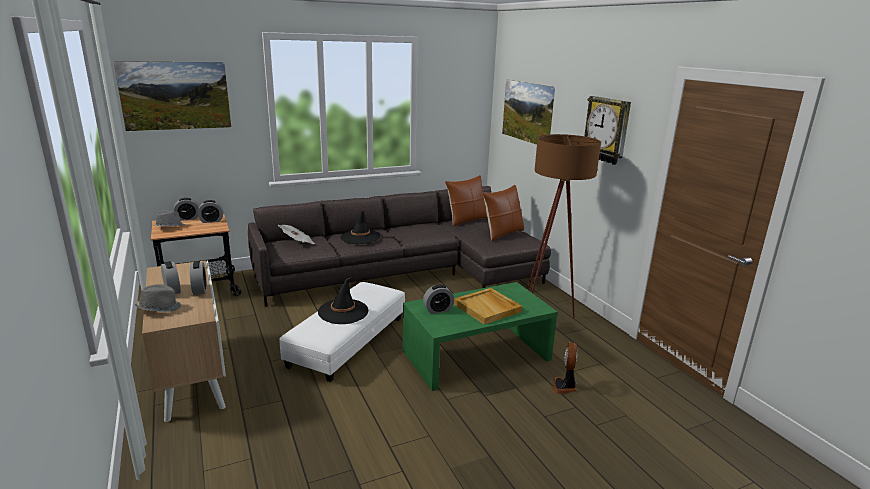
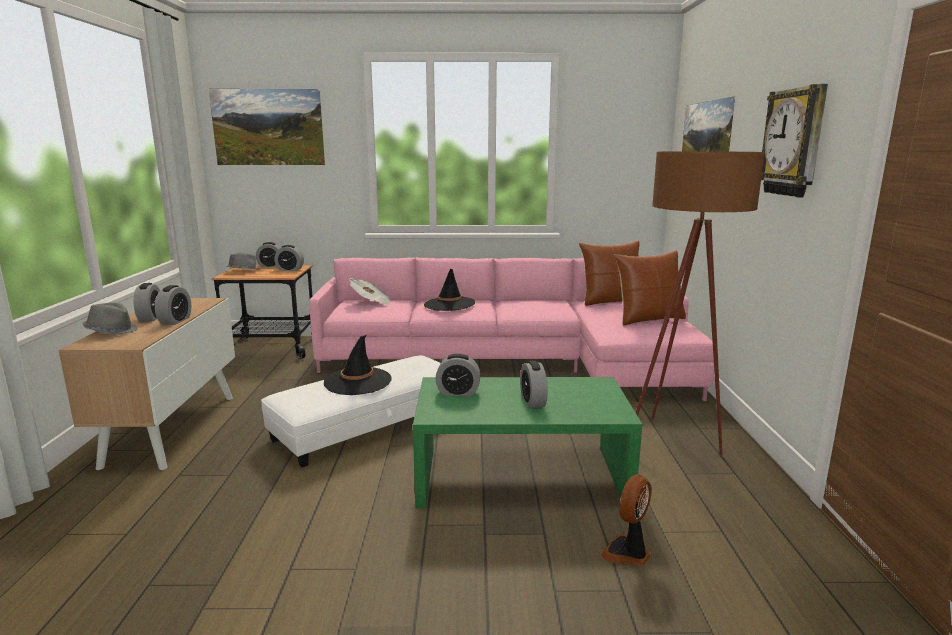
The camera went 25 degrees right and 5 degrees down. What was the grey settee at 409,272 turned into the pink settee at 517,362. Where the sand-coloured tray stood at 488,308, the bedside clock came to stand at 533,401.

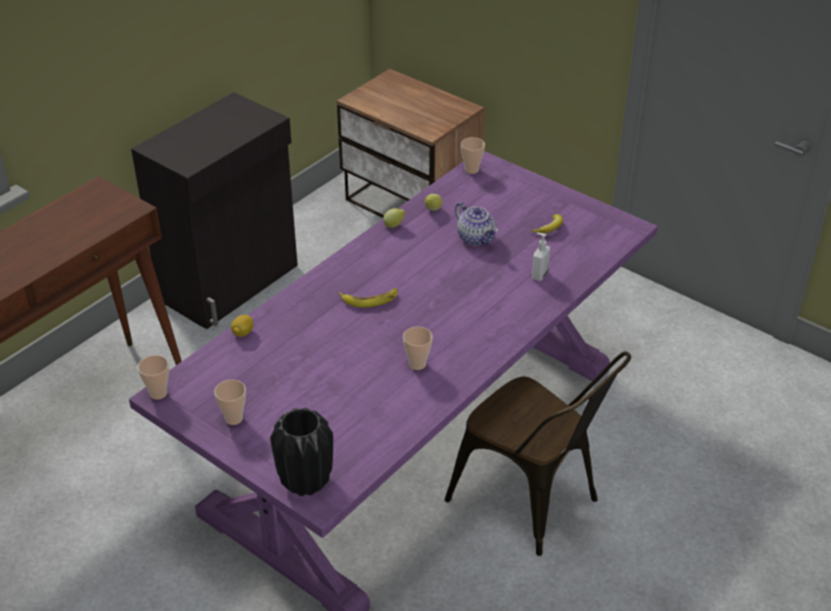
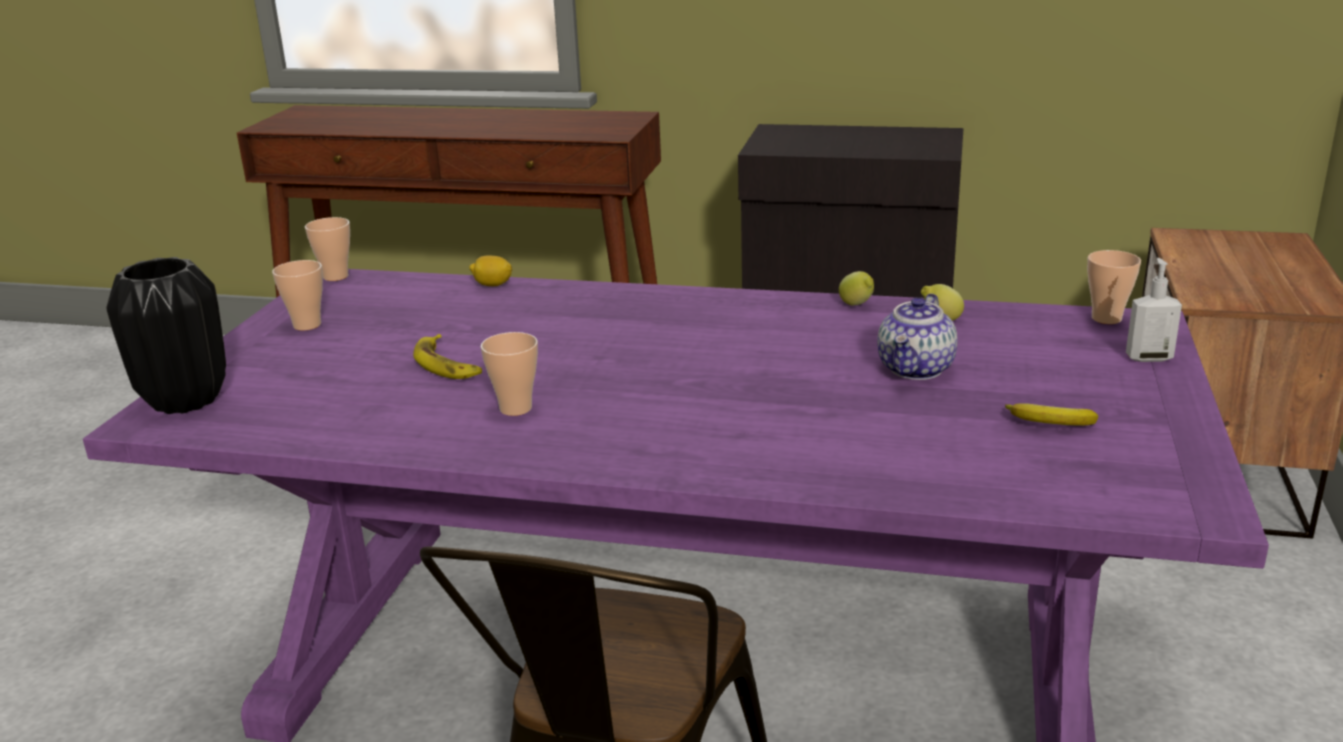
The camera went 65 degrees right and 15 degrees down. The soap dispenser ended up elsewhere, having gone from 539,275 to 1148,357. The banana ended up elsewhere, having gone from 370,299 to 447,365.

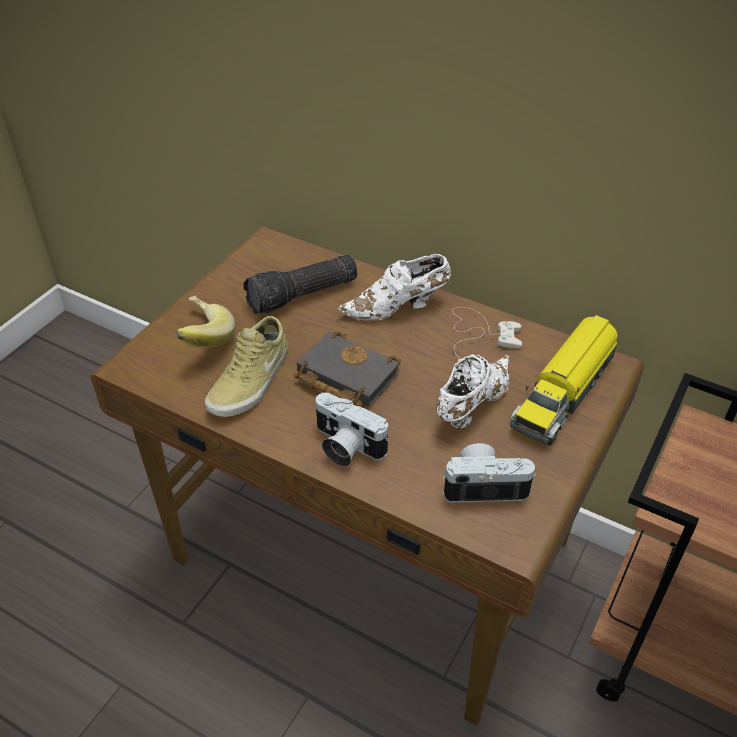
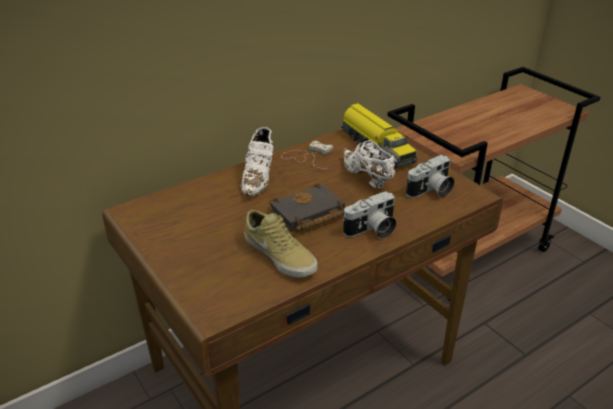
The camera went 65 degrees left and 10 degrees down. The second view lost the torch at 302,296. The second view lost the banana at 200,339. The photo camera at 484,485 ended up facing another way, 150 degrees counterclockwise from before.

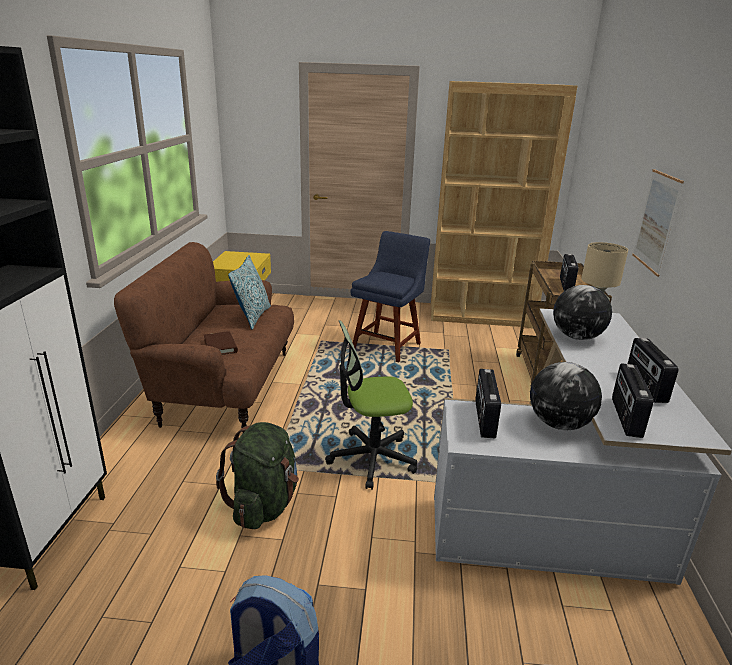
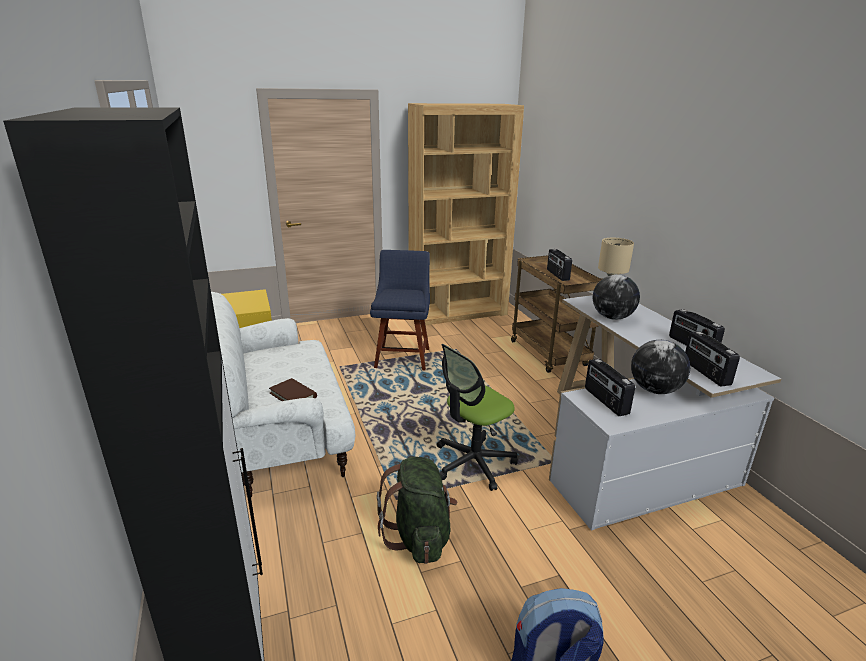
The camera went 25 degrees left and 0 degrees up. The second view lost the wall picture at 656,221. What was the brownish settee at 225,386 turned into the white-coloured settee at 283,436. The second view lost the throw pillow at 252,317.

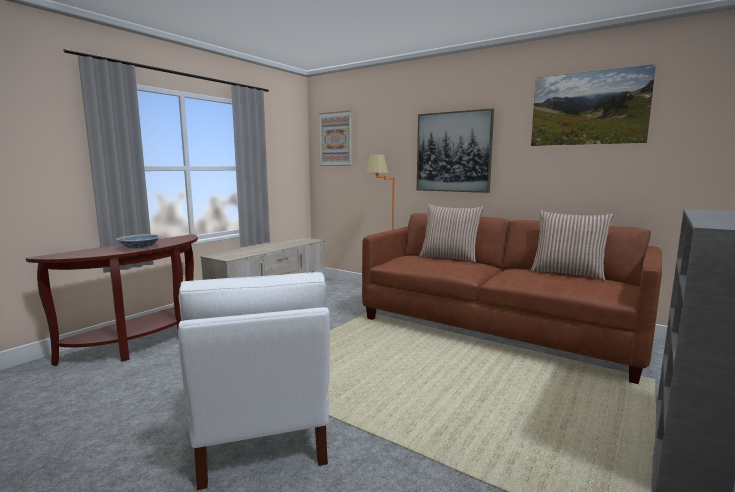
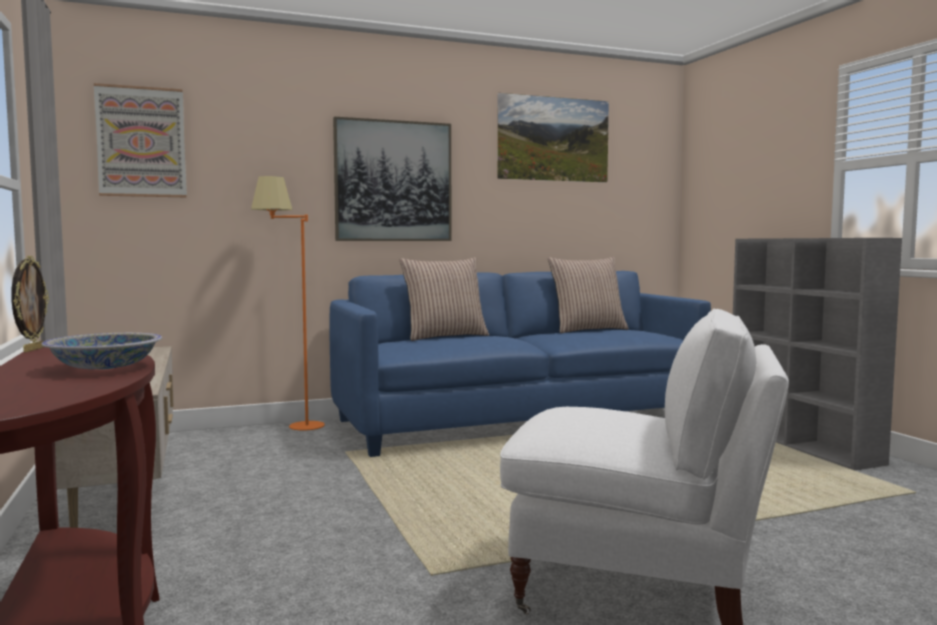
The camera went 55 degrees left and 5 degrees down. What was the brownish settee at 496,329 turned into the blue settee at 519,421. The second view gained the standing frame at 32,350.

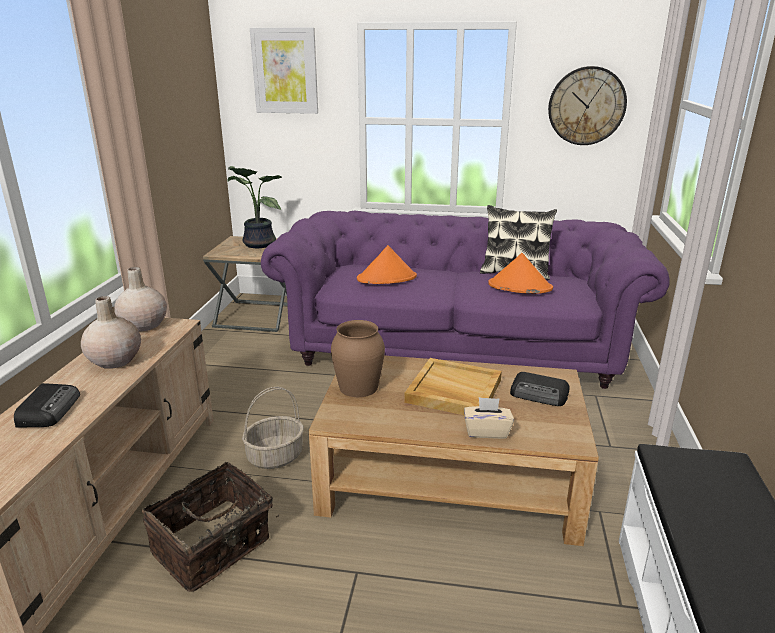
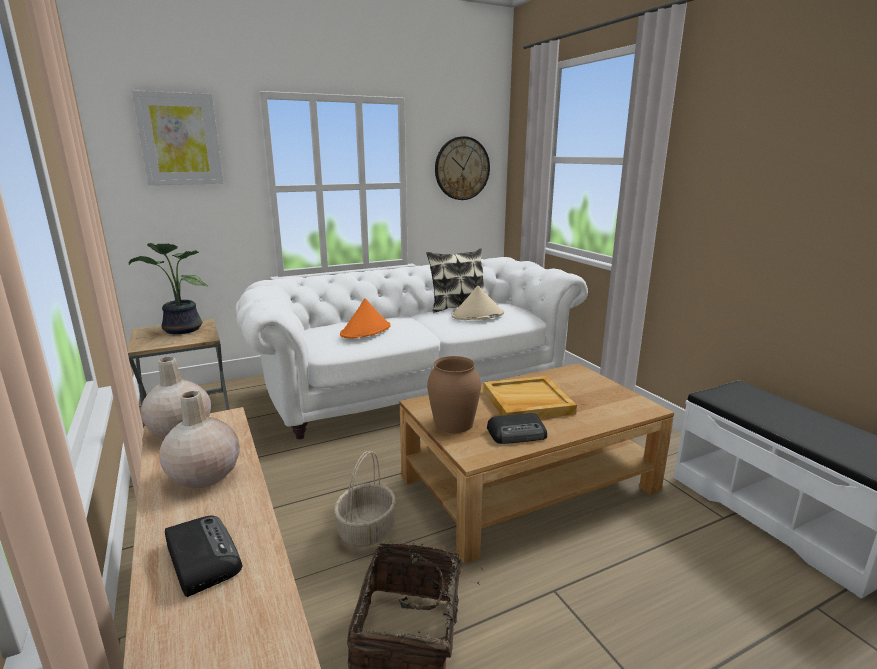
The camera went 35 degrees left and 5 degrees down. What was the purple-coloured settee at 454,347 turned into the white-coloured settee at 413,386. What was the orange clothing hat at 519,286 turned into the sand-coloured clothing hat at 477,315. The radio receiver ended up elsewhere, having gone from 540,394 to 518,434. The second view lost the sand-coloured tissue box at 486,431.

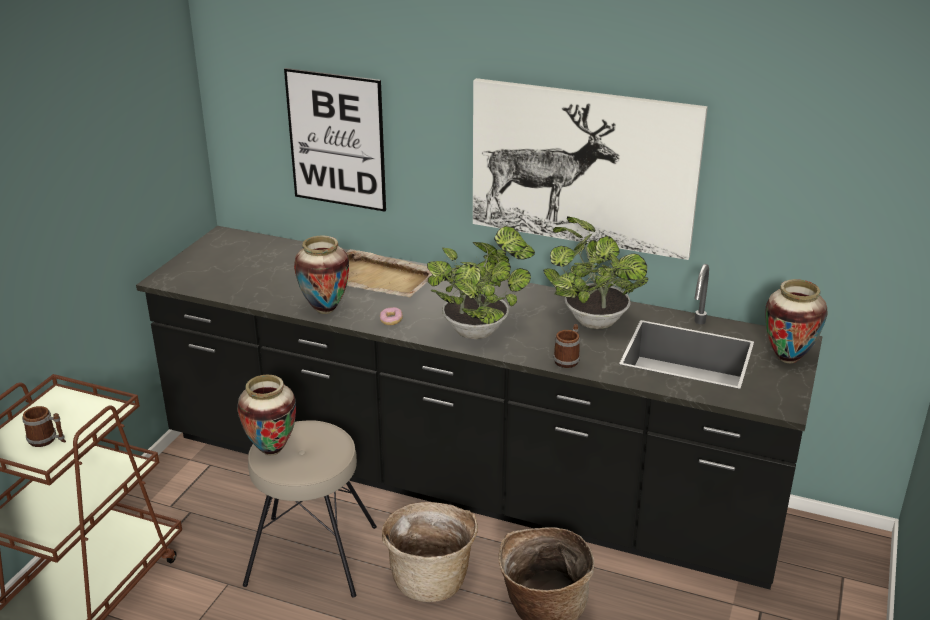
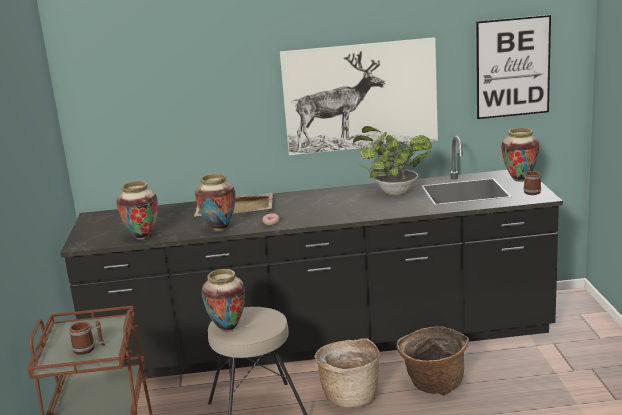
The camera went 25 degrees left and 10 degrees down. The wall picture ended up elsewhere, having gone from 336,140 to 513,67. The second view lost the houseplant at 479,329. The mug ended up elsewhere, having gone from 568,359 to 531,191. The second view gained the flower vase at 142,237.

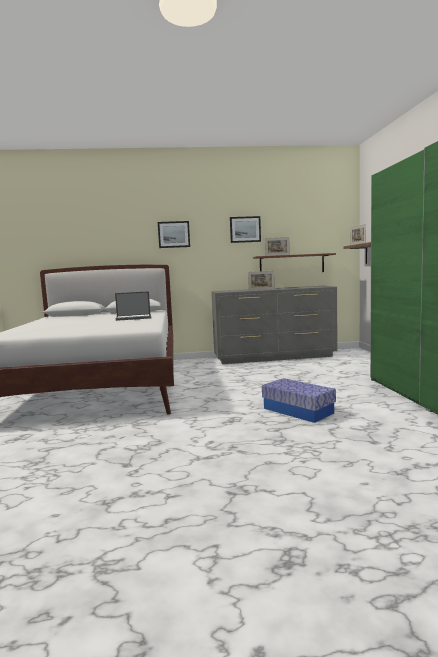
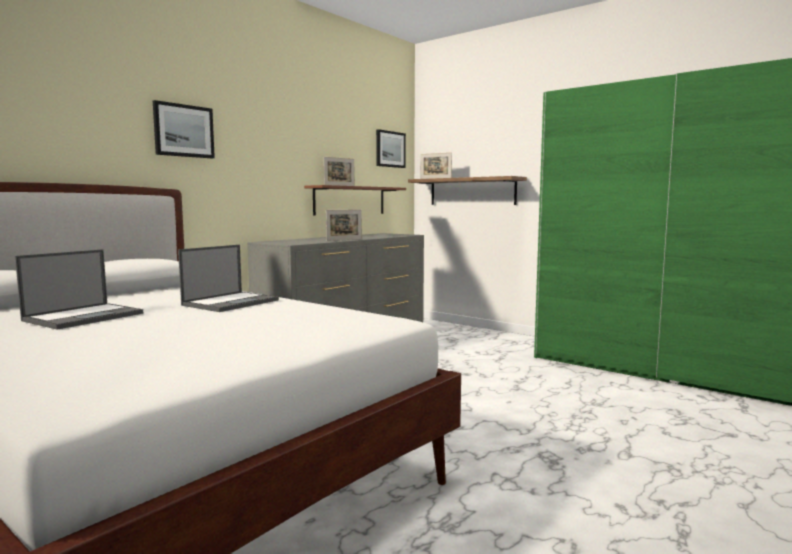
The camera went 45 degrees left and 0 degrees up. The wall picture ended up elsewhere, having gone from 245,229 to 390,149. The second view lost the storage container at 298,411. The second view gained the laptop at 85,317.

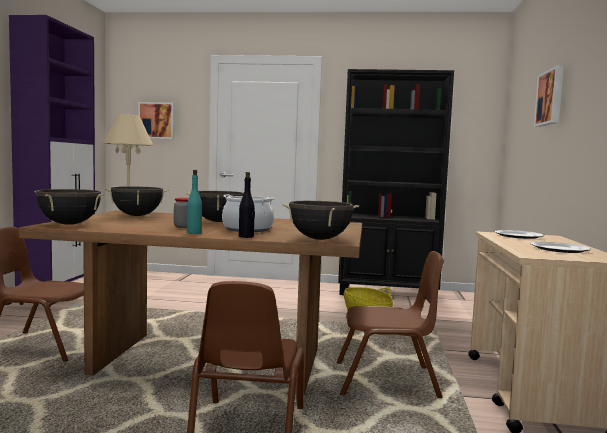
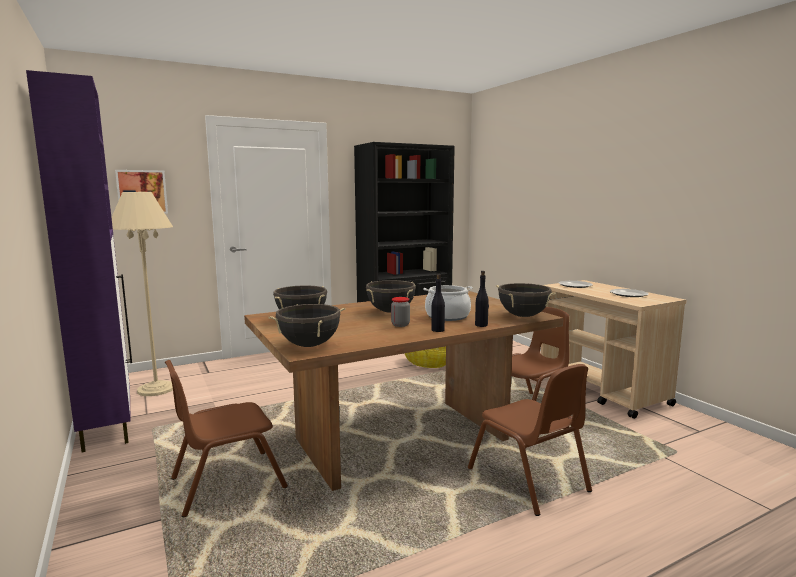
The camera went 35 degrees left and 5 degrees up. The second view lost the wall picture at 551,98. What was the blue-green beverage bottle at 194,233 turned into the black beverage bottle at 437,330.

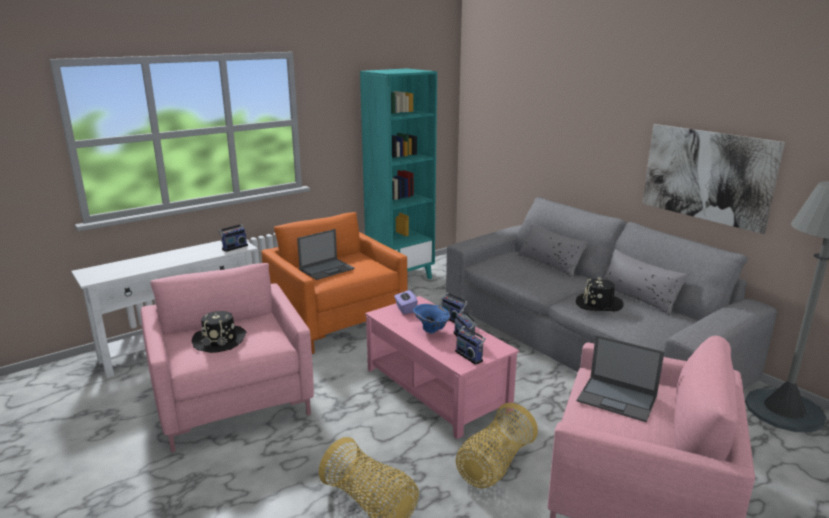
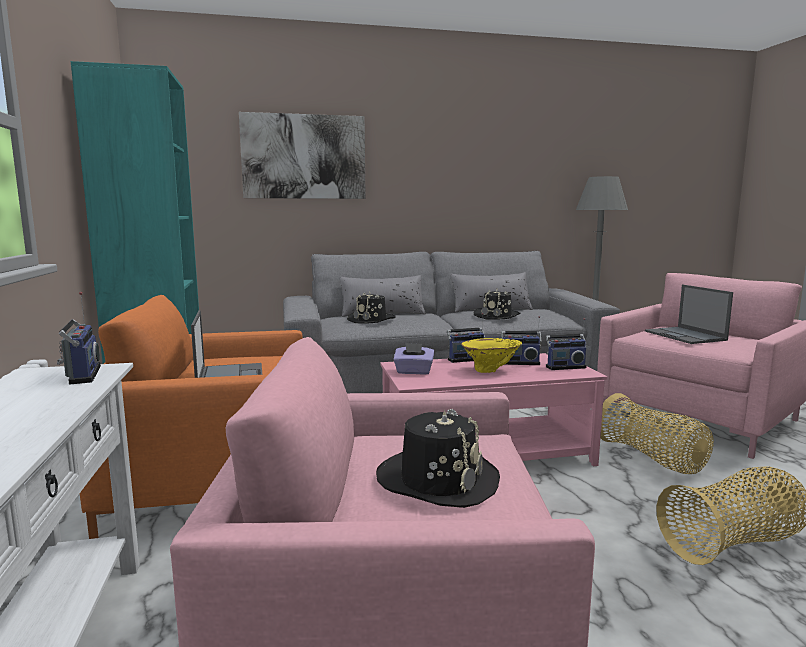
The camera went 65 degrees left and 10 degrees down. The wall picture ended up elsewhere, having gone from 707,175 to 304,157. What was the blue flower vase at 431,331 turned into the yellow flower vase at 491,371. The laptop at 618,399 ended up facing another way, 105 degrees clockwise from before. The second view gained the black clothing hat at 371,319.

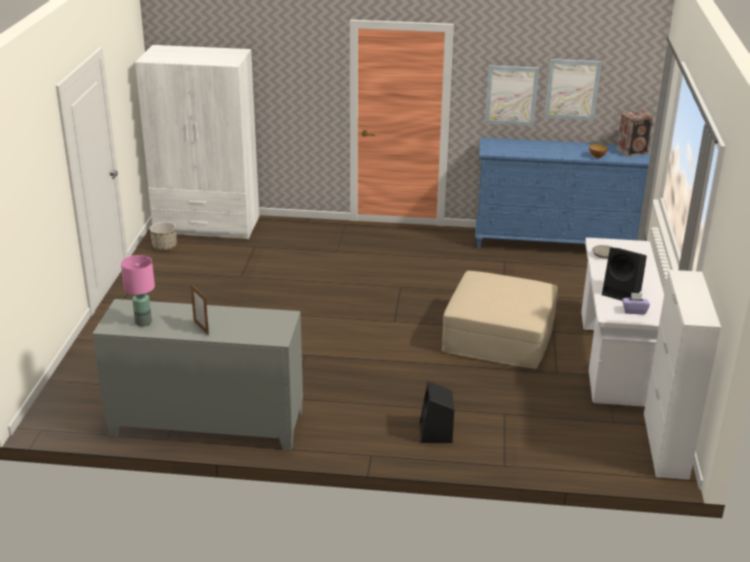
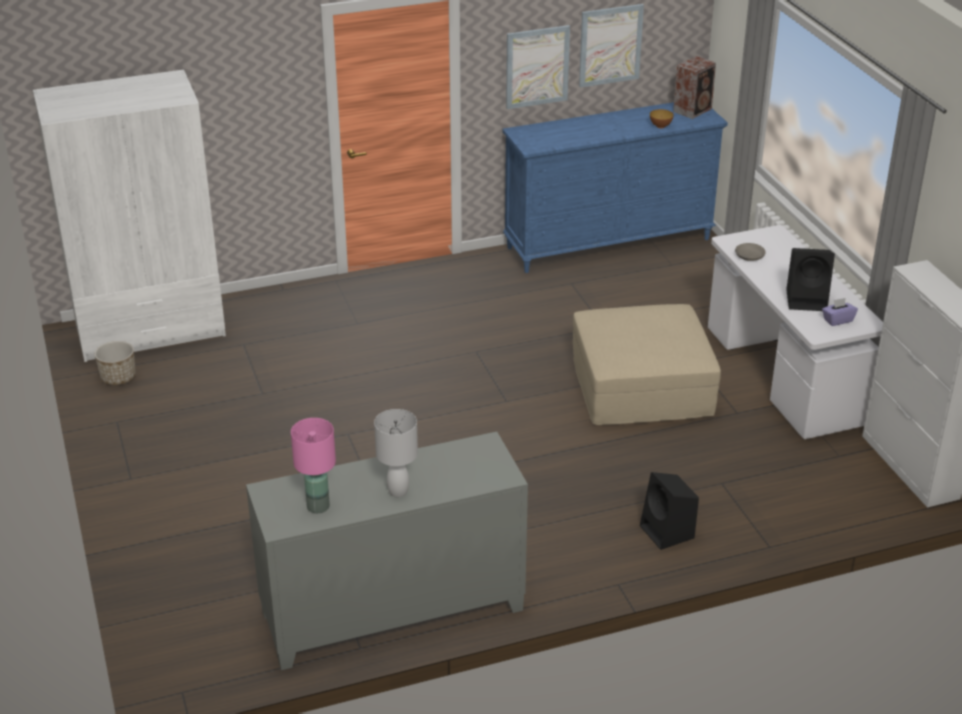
The camera went 25 degrees left and 5 degrees up. Where the standing frame stood at 201,328, the white-coloured tabletop lamp came to stand at 399,491.

